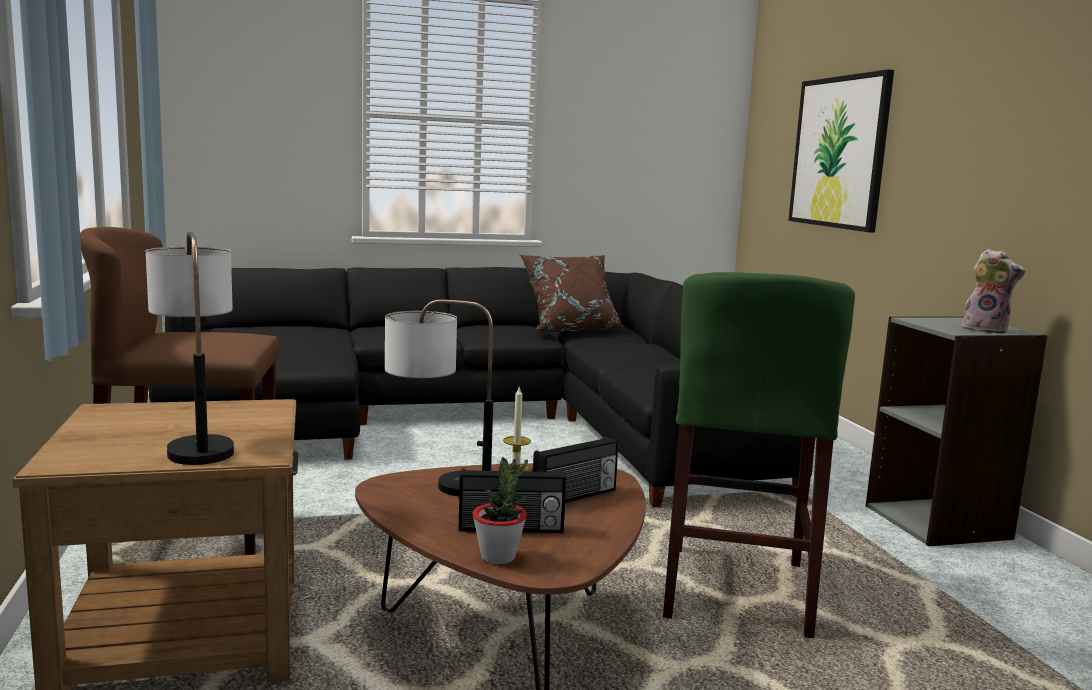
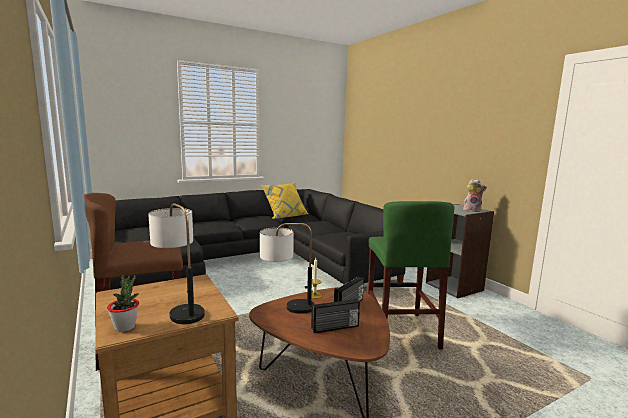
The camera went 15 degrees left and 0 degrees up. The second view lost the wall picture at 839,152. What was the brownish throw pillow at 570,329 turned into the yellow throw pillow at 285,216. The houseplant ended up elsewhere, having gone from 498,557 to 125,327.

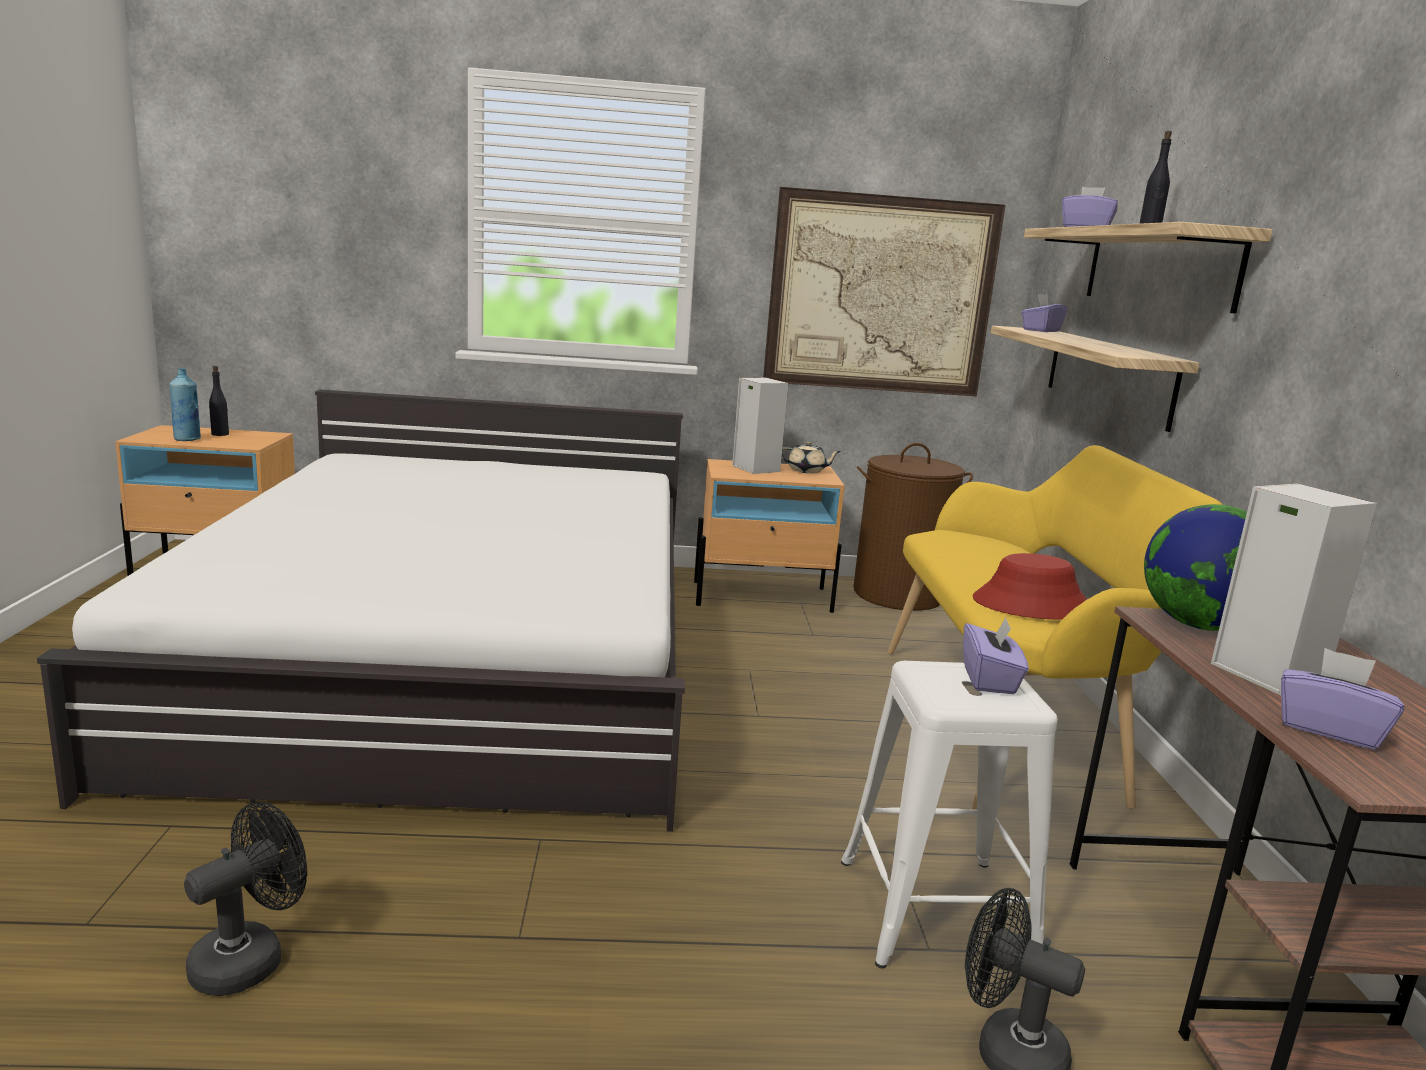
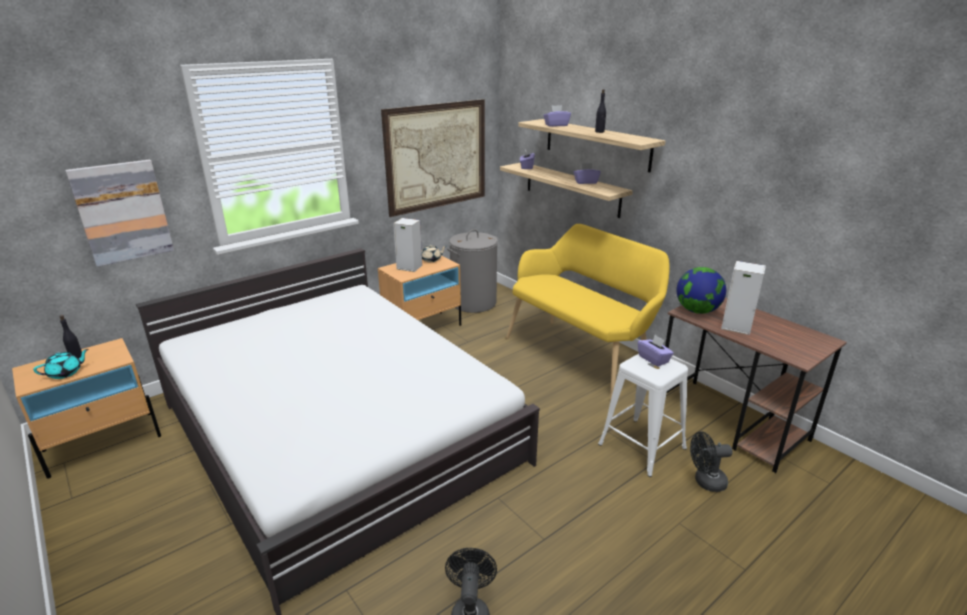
The camera went 35 degrees left and 10 degrees up. Where the blue beverage bottle stood at 187,439, the blue-green teapot came to stand at 66,373. What was the brownish washing basket at 898,594 turned into the grey washing basket at 473,302. The second view lost the red clothing hat at 1031,605. The purple-coloured tissue box ended up elsewhere, having gone from 1328,729 to 586,182. The second view gained the wall picture at 122,212.

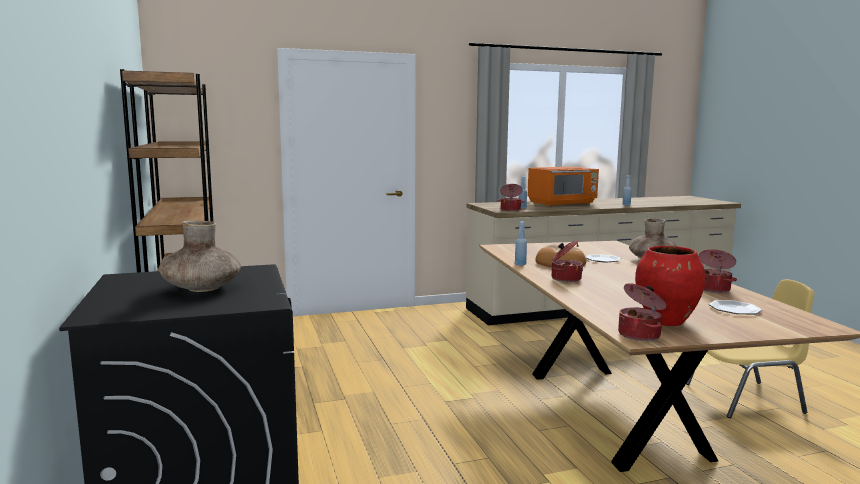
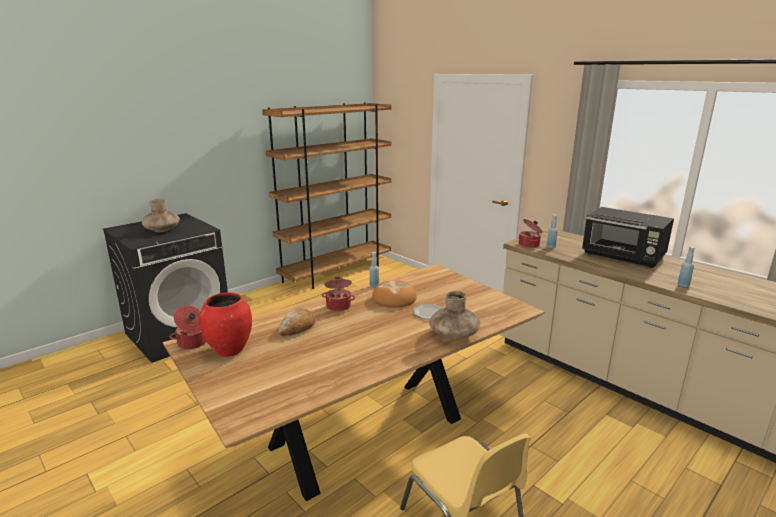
The camera went 65 degrees right and 10 degrees up. What was the orange kitchen microwave at 562,203 turned into the black kitchen microwave at 623,257. The second view lost the stockpot at 713,289. The second view lost the plate at 734,309. The second view gained the baked bread at 297,328.

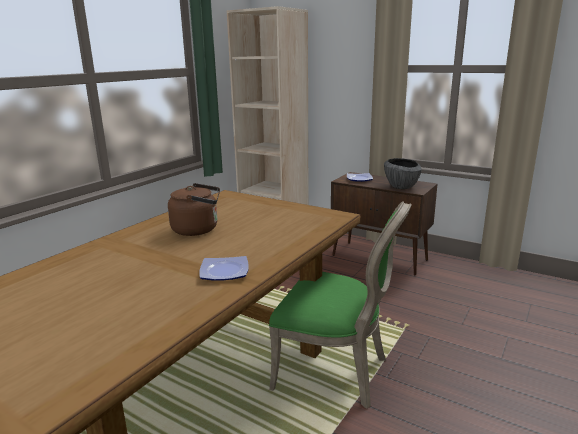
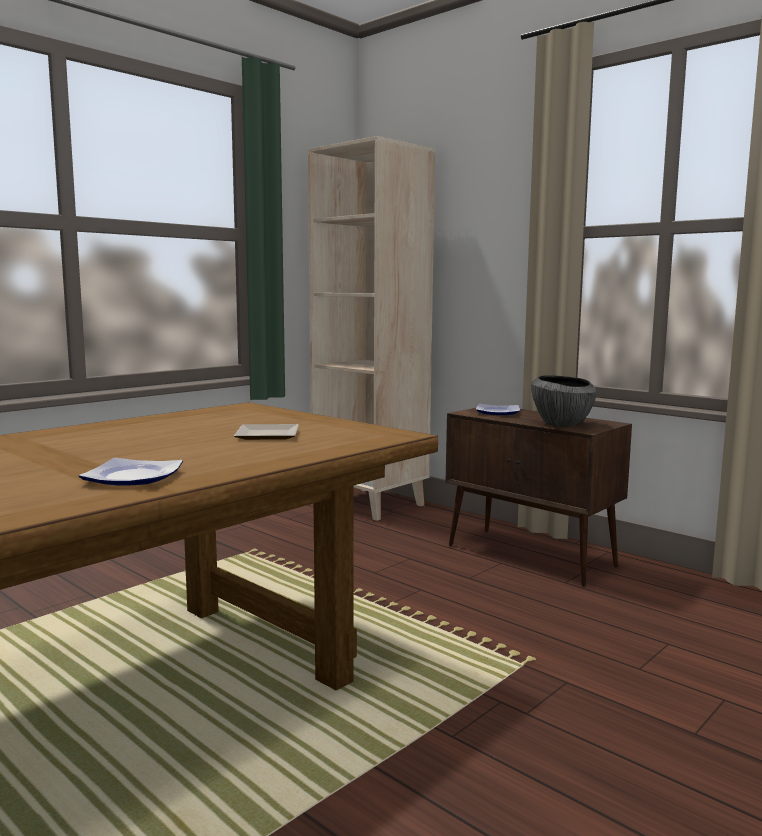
The camera went 10 degrees right and 10 degrees down. The second view lost the brownish tea kettle at 198,229. The second view lost the greenish plain chair at 336,371. The second view gained the plate at 265,435.

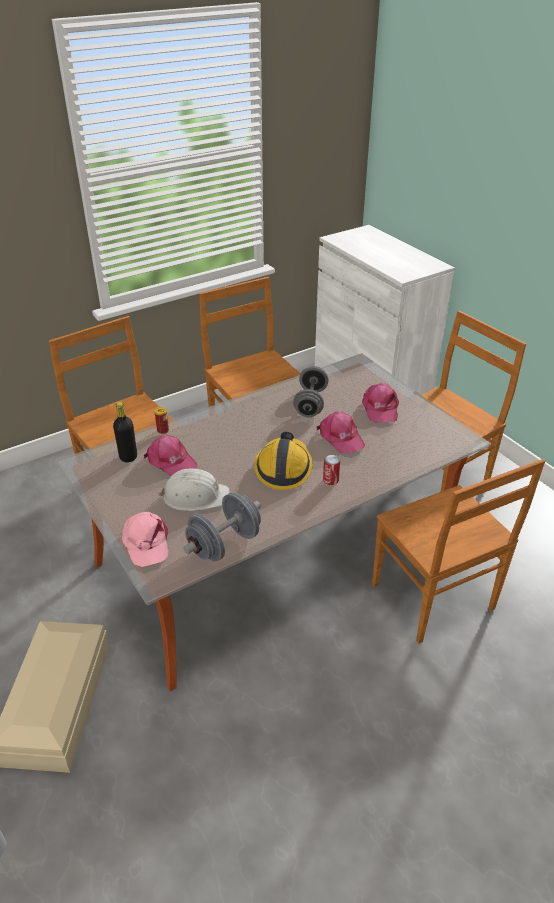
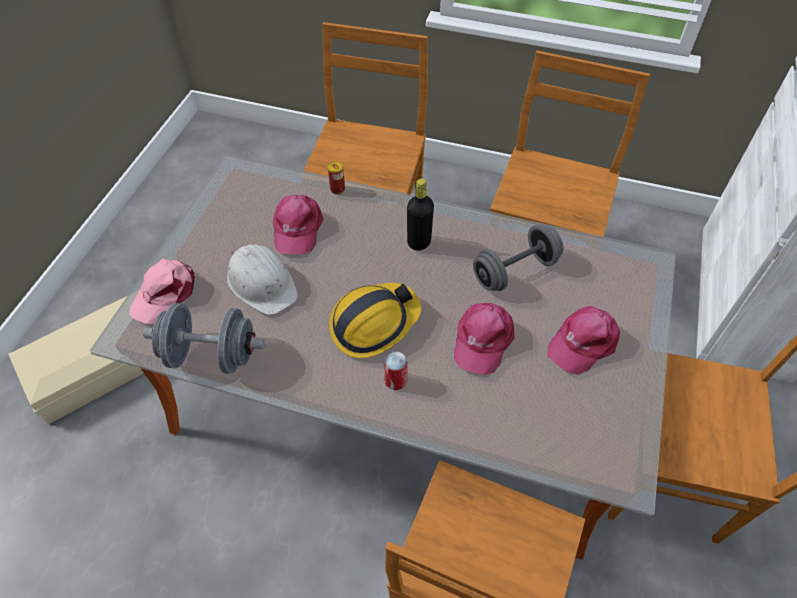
The camera went 50 degrees right and 15 degrees up. The black beverage bottle ended up elsewhere, having gone from 128,457 to 419,242.

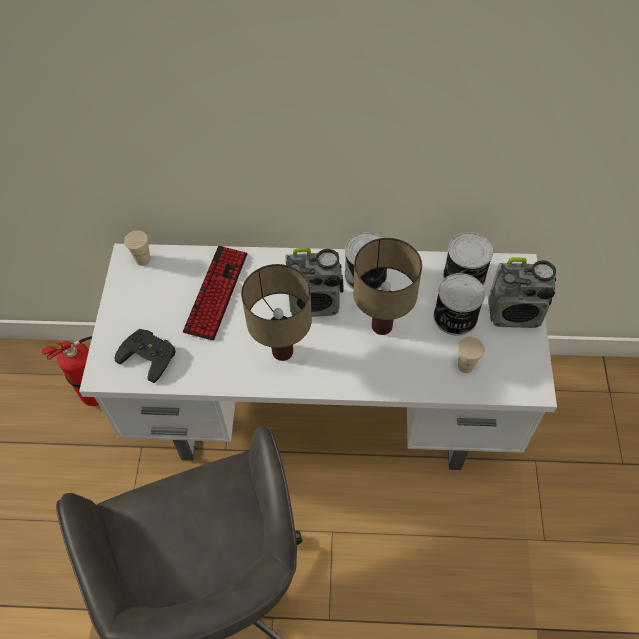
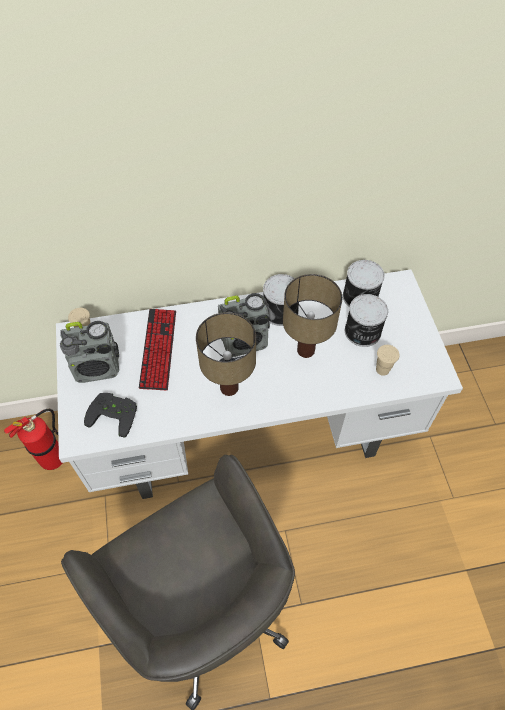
The camera went 15 degrees left and 0 degrees up. The radio receiver ended up elsewhere, having gone from 515,313 to 98,368.

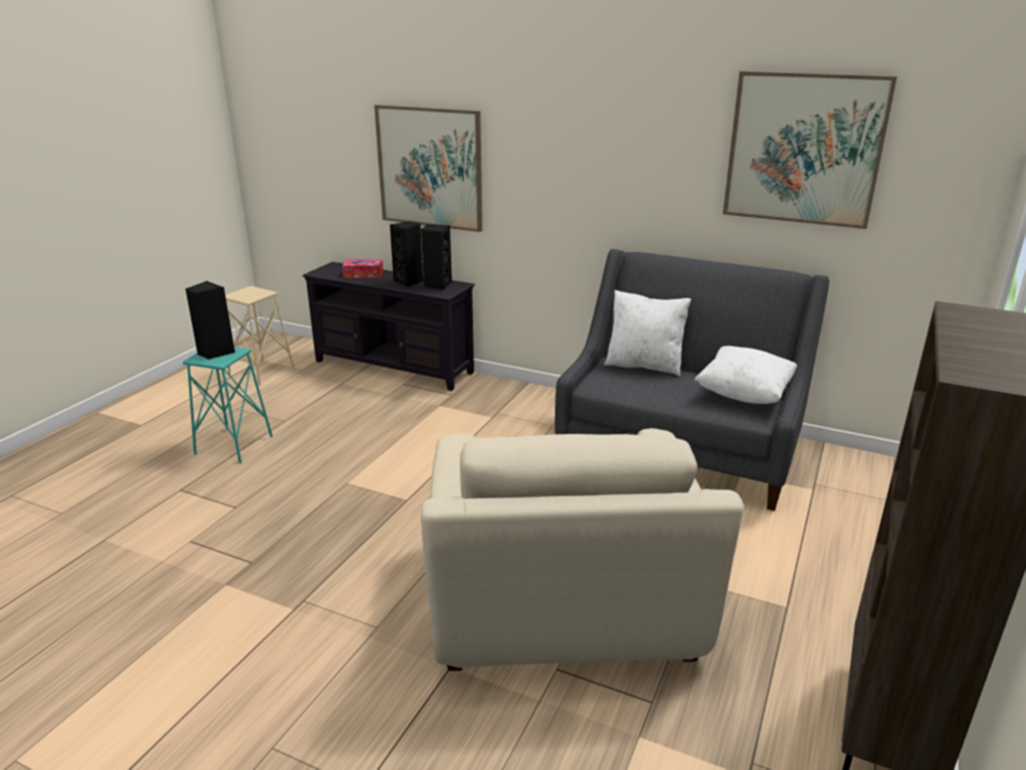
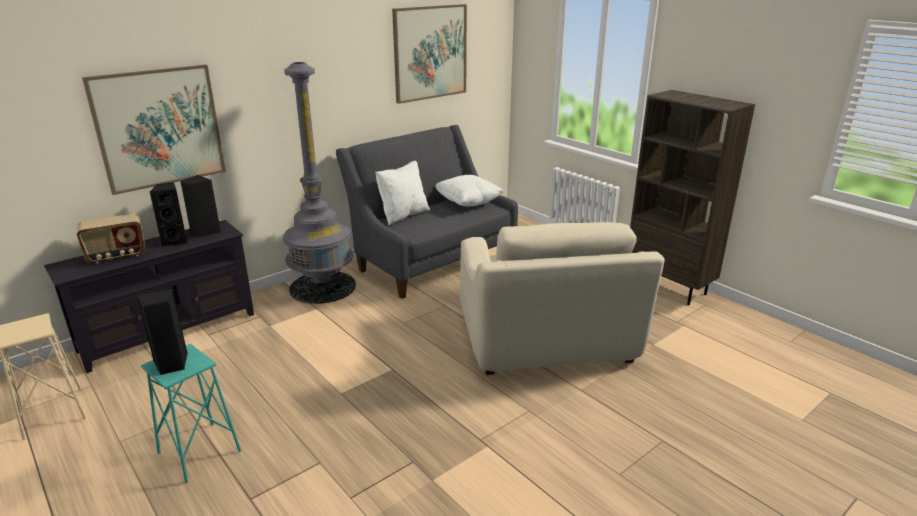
The camera went 65 degrees left and 0 degrees up. Where the tissue box stood at 363,274, the radio receiver came to stand at 117,256. The sand-coloured easy chair at 563,602 ended up facing another way, 60 degrees clockwise from before. The second view gained the grey floor lamp at 323,287.

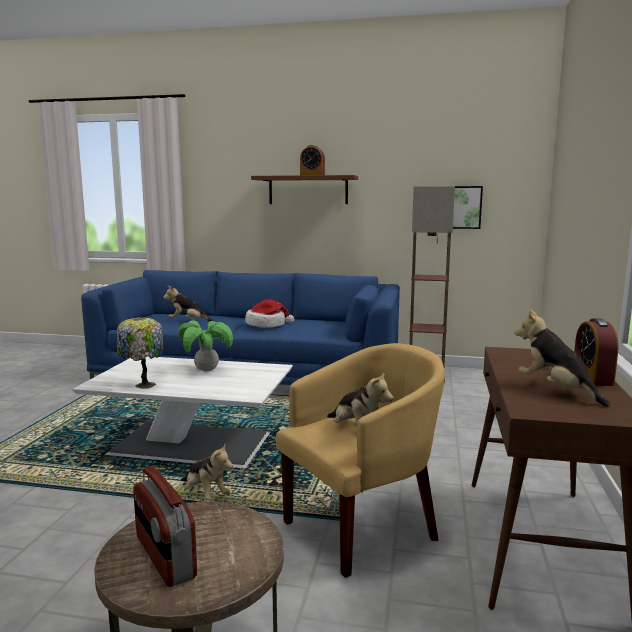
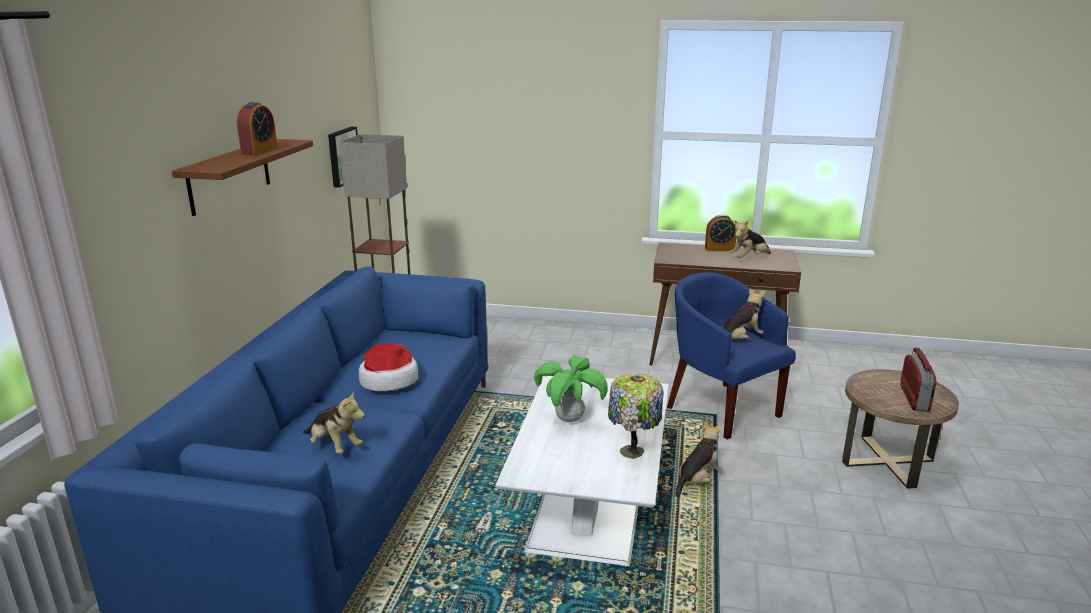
The camera went 90 degrees left and 10 degrees up. The plush toy at 188,321 ended up facing another way, 60 degrees counterclockwise from before. What was the yellow easy chair at 362,526 turned into the blue easy chair at 721,408. The radio receiver at 164,557 ended up facing another way, 45 degrees counterclockwise from before.

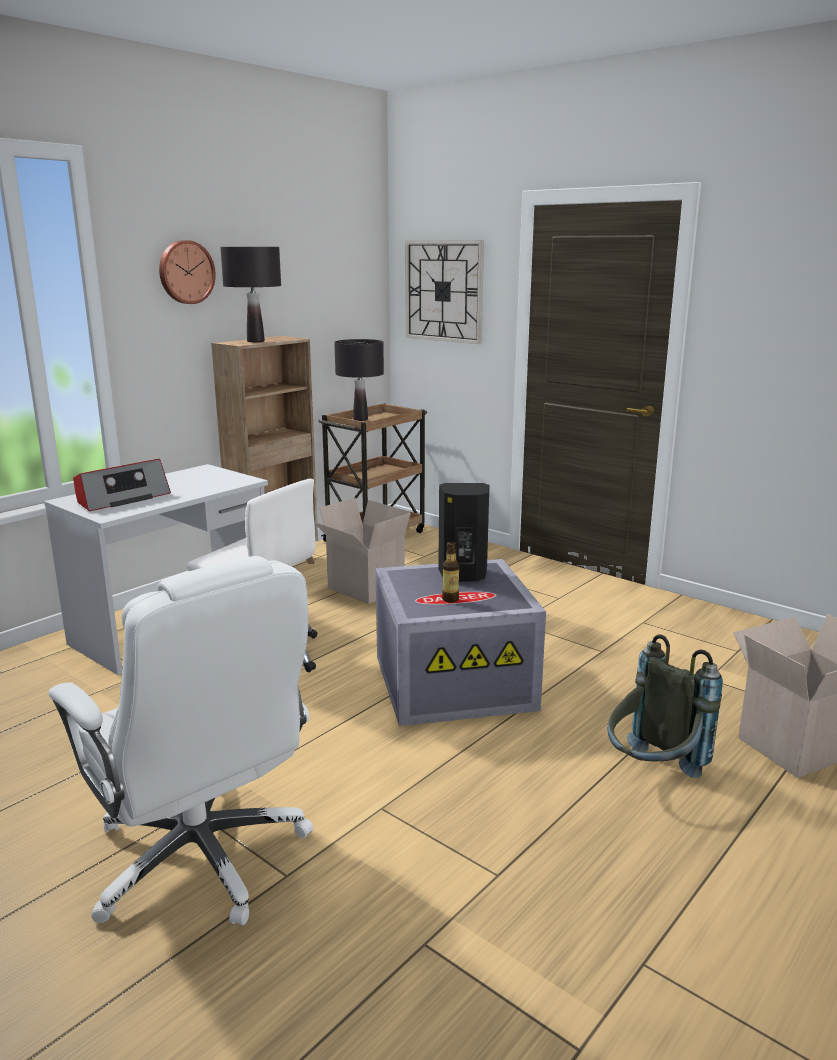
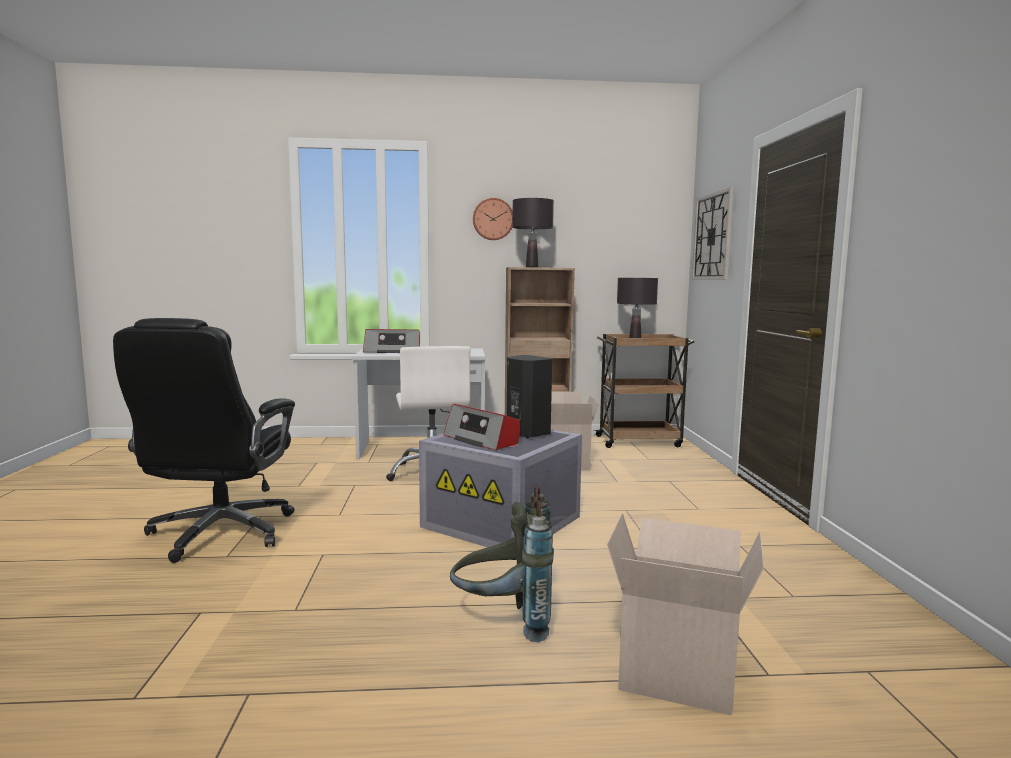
The camera went 45 degrees right and 10 degrees down. Where the beverage bottle stood at 450,599, the radio receiver came to stand at 482,440. What was the white-coloured desk chair at 201,858 turned into the black desk chair at 219,533.

